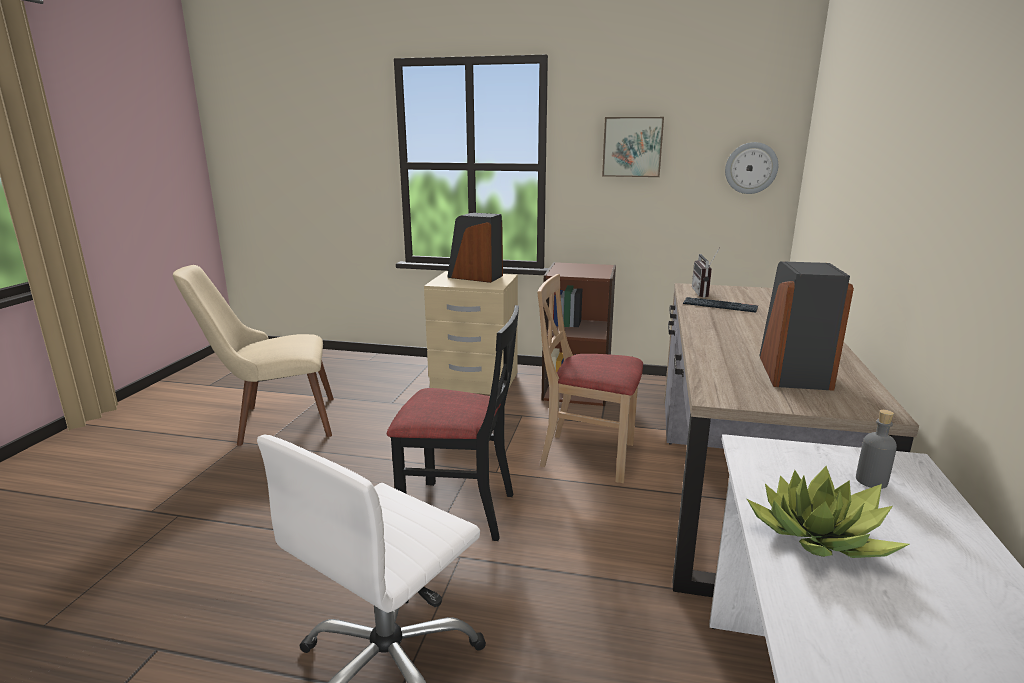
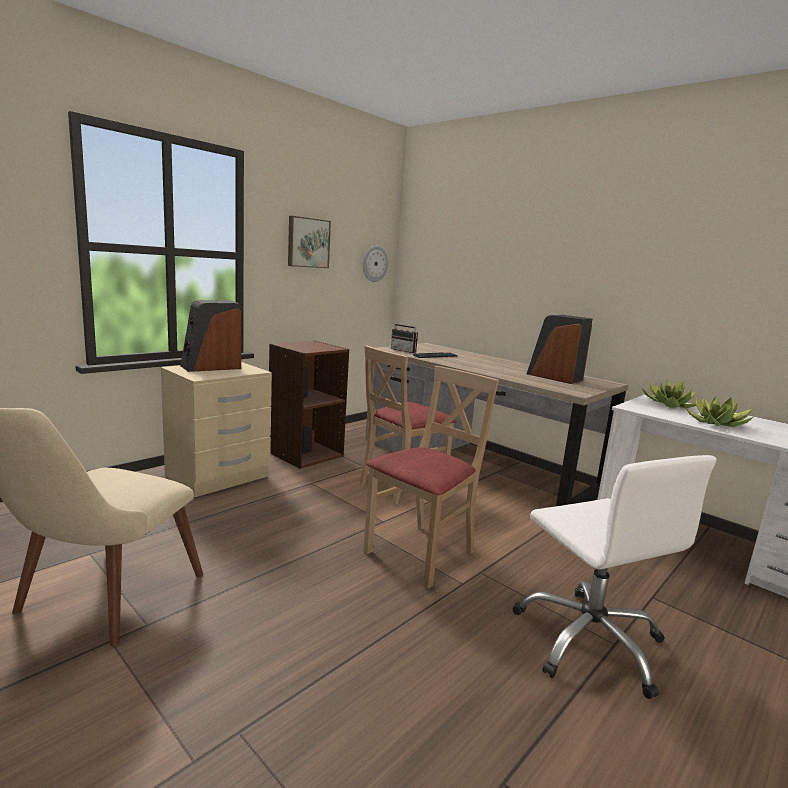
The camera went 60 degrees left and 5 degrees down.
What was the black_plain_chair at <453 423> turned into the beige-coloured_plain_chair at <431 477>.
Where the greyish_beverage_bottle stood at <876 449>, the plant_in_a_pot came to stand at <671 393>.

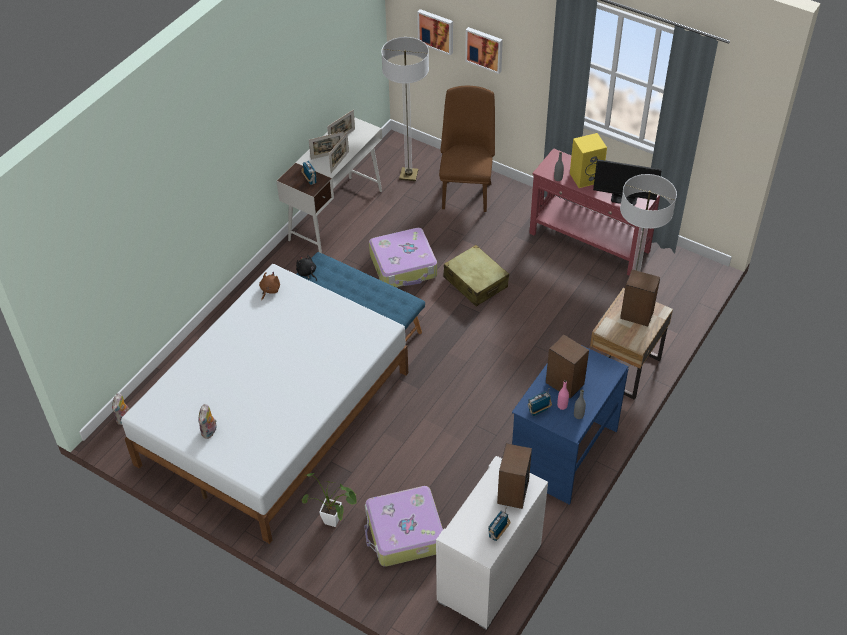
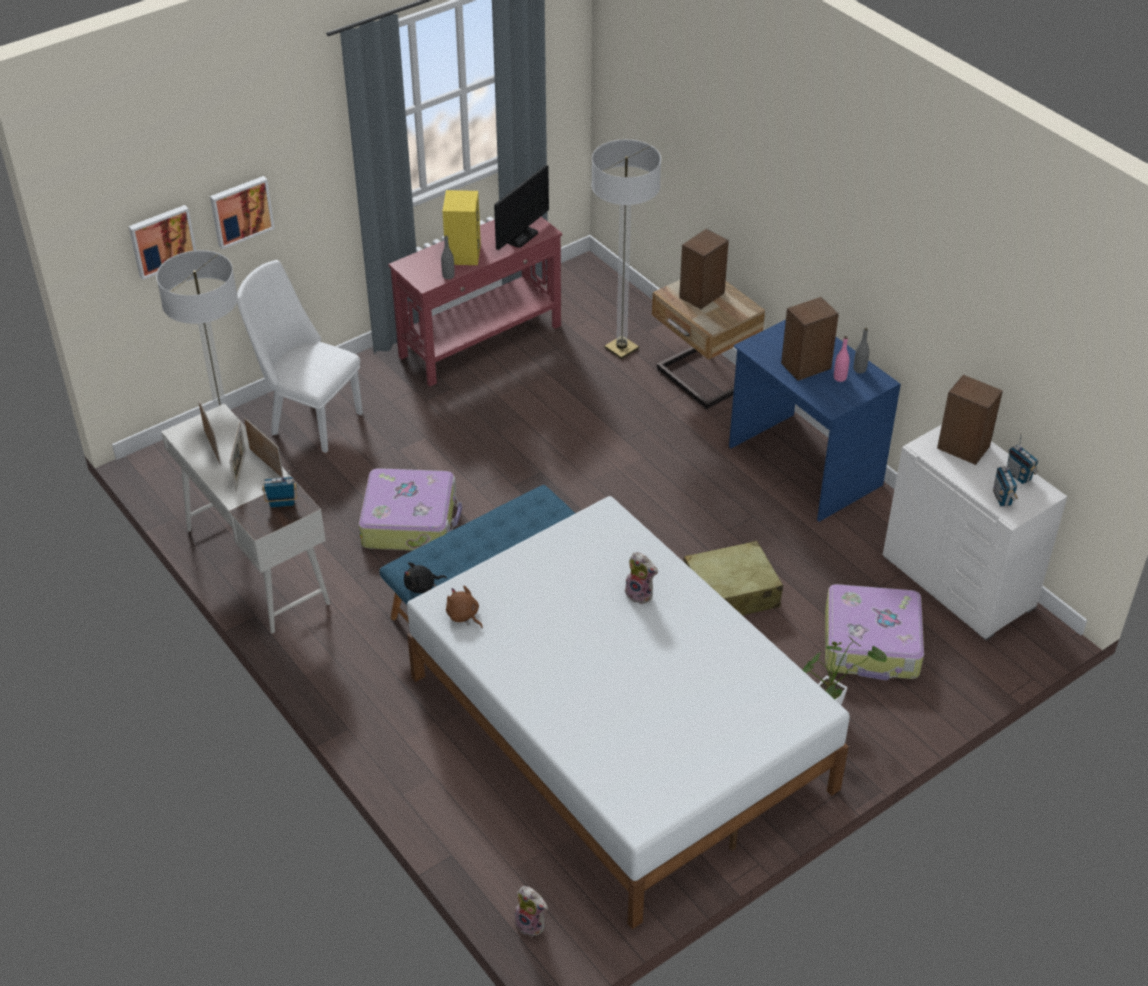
The camera went 70 degrees left and 5 degrees down.
The cuddly_toy ended up elsewhere, having gone from <207 421> to <641 578>.
What was the brown-coloured_plain_chair at <467 149> turned into the white-coloured_plain_chair at <300 356>.
The beige-coloured_piece_of_luggage ended up elsewhere, having gone from <476 276> to <733 577>.
The radio_set ended up elsewhere, having gone from <540 402> to <1005 481>.

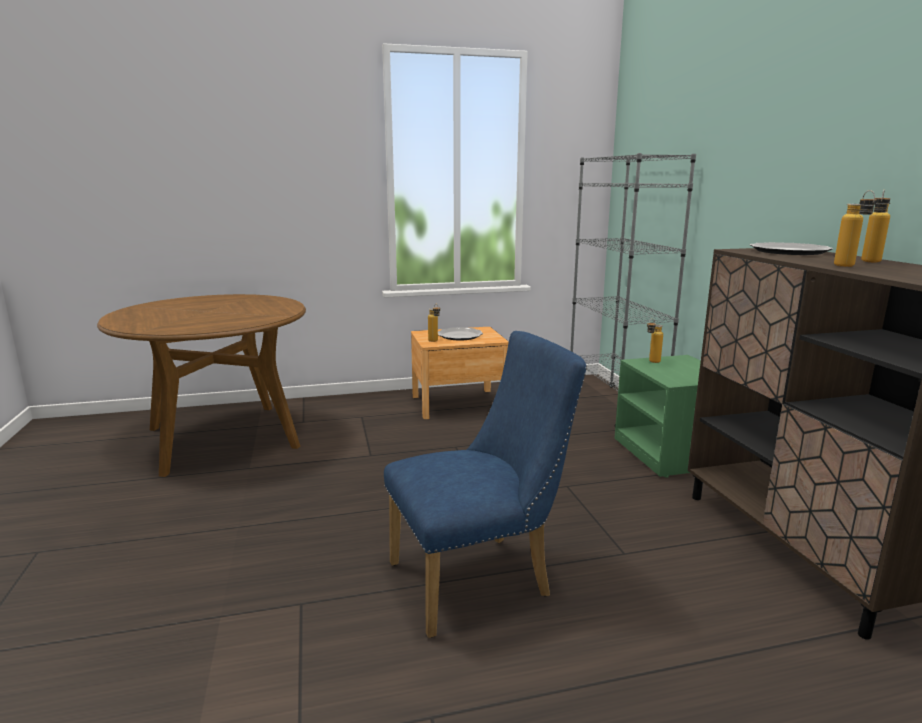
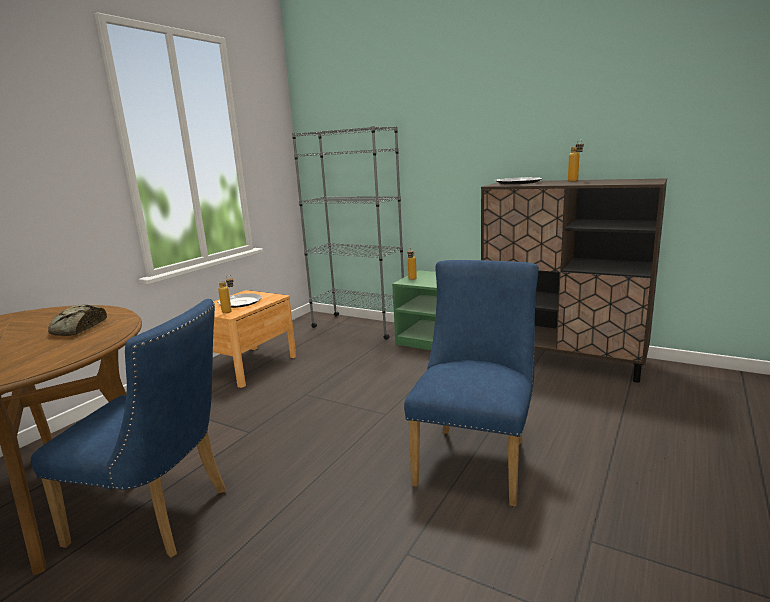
The camera went 45 degrees left and 0 degrees up.
The second view lost the beverage_bottle at <855 228>.
The second view gained the blue_plain_chair at <128 428>.
The second view gained the bakery_bread at <77 320>.

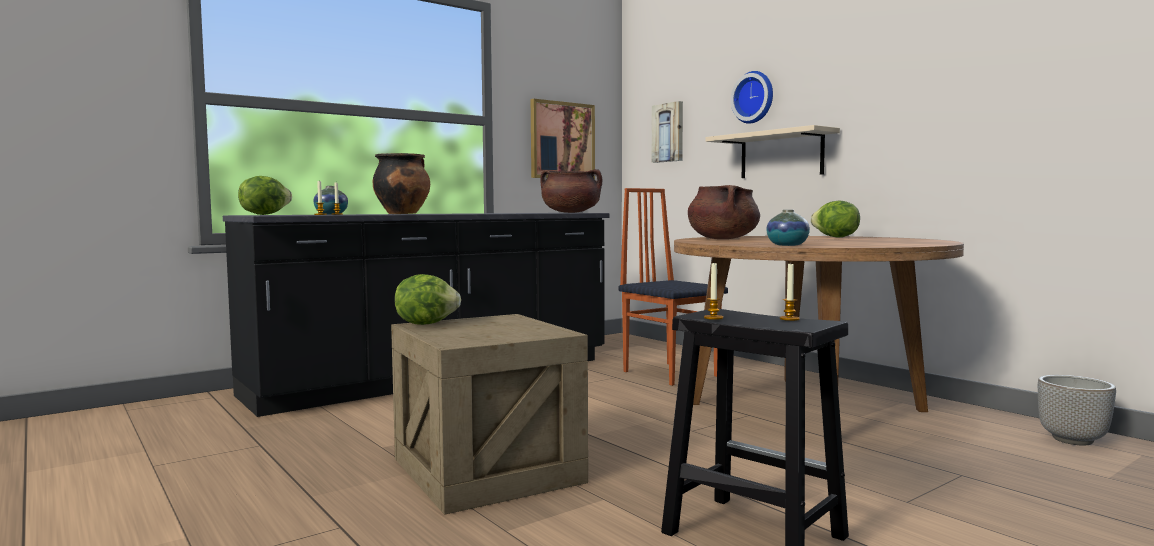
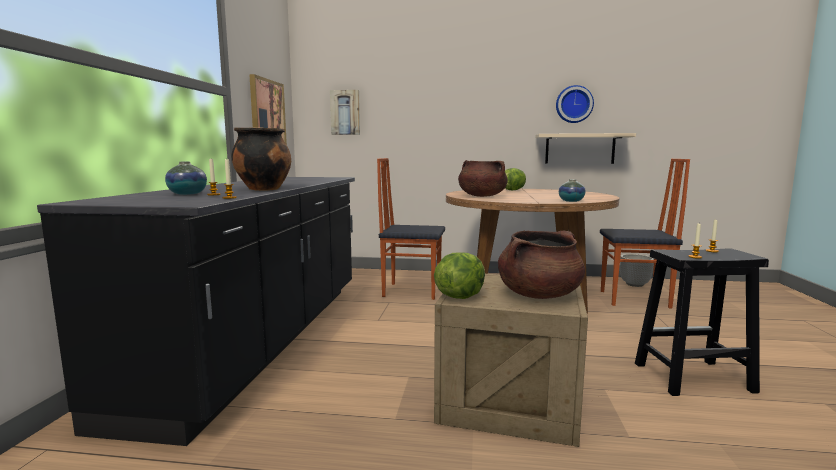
The camera went 45 degrees left and 5 degrees up.
The second view lost the head_of_lettuce at <265 195>.
The brown-coloured_cooking_pot ended up elsewhere, having gone from <571 191> to <541 265>.
The beige-coloured_shelf ended up elsewhere, having gone from <772 151> to <586 148>.
The hanging_clock ended up elsewhere, having gone from <752 97> to <575 104>.
The second view gained the plain_chair at <645 234>.

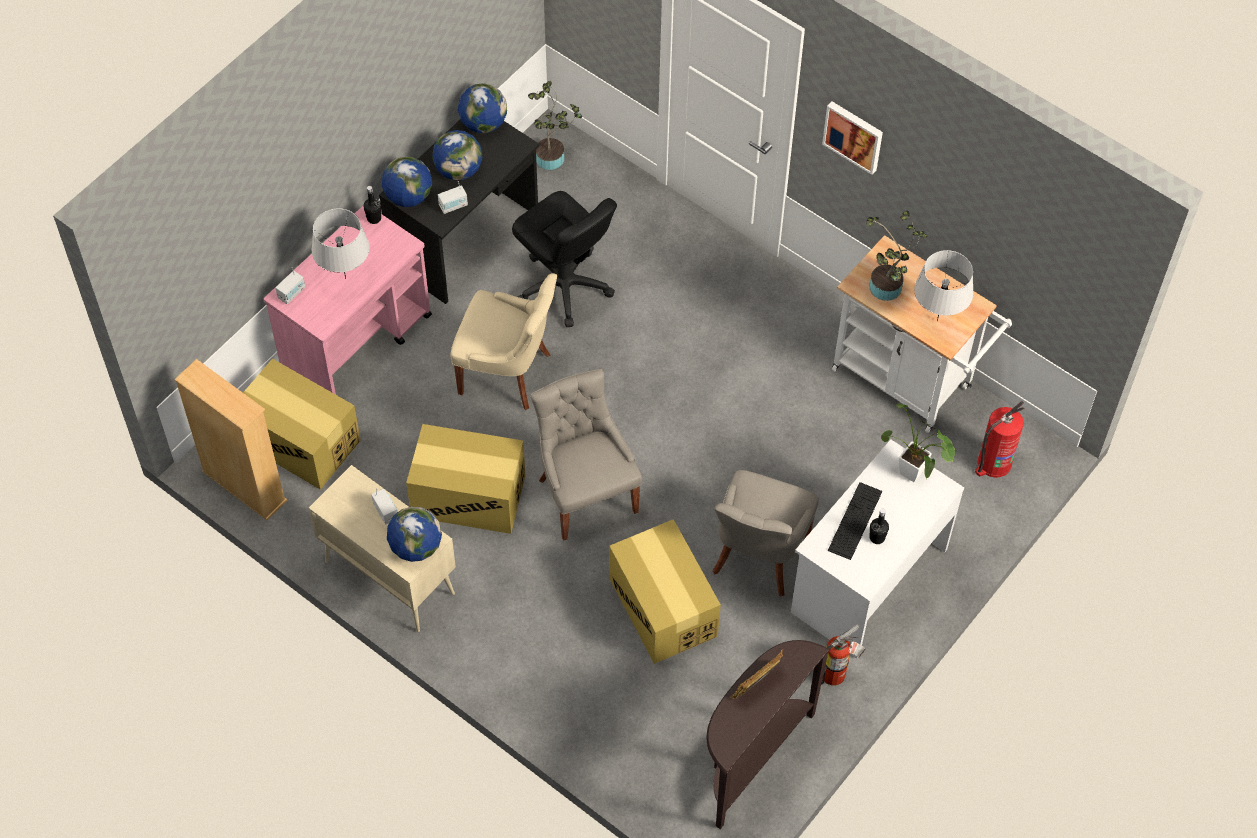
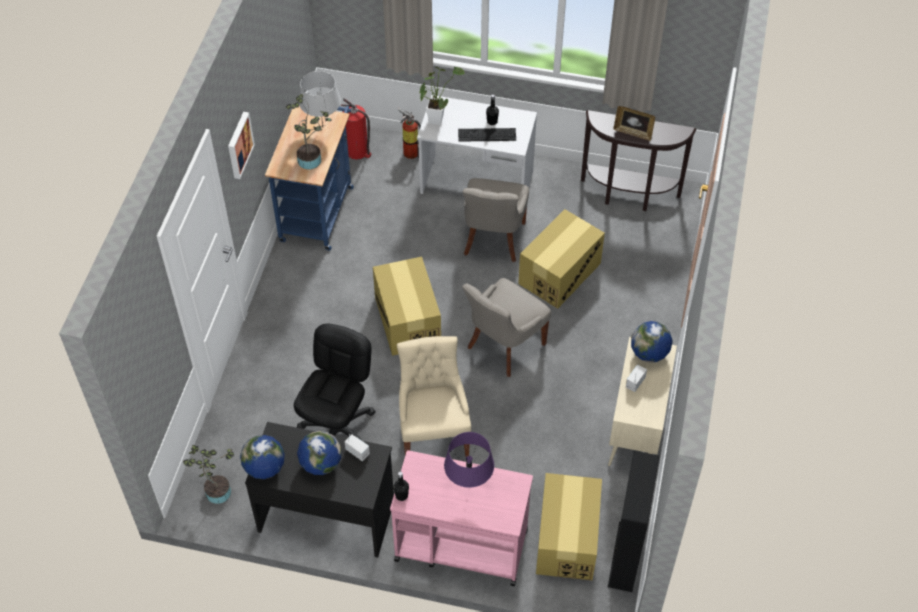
The camera went 115 degrees left and 5 degrees down.
What was the beige-coloured_bookcase at <230 439> turned into the black_bookcase at <633 521>.
The second view lost the radio_set at <290 285>.
What was the greyish_tabletop_lamp at <340 243> turned into the purple-coloured_tabletop_lamp at <469 460>.
The second view lost the world_globe at <407 181>.
The packing_box ended up elsewhere, having gone from <465 479> to <407 306>.
The greyish_plain_chair at <766 533> ended up facing another way, 105 degrees clockwise from before.
The fire_extinguisher ended up elsewhere, having gone from <843 654> to <409 133>.
What was the white-coloured_wheeled_cart at <922 334> turned into the blue_wheeled_cart at <309 178>.

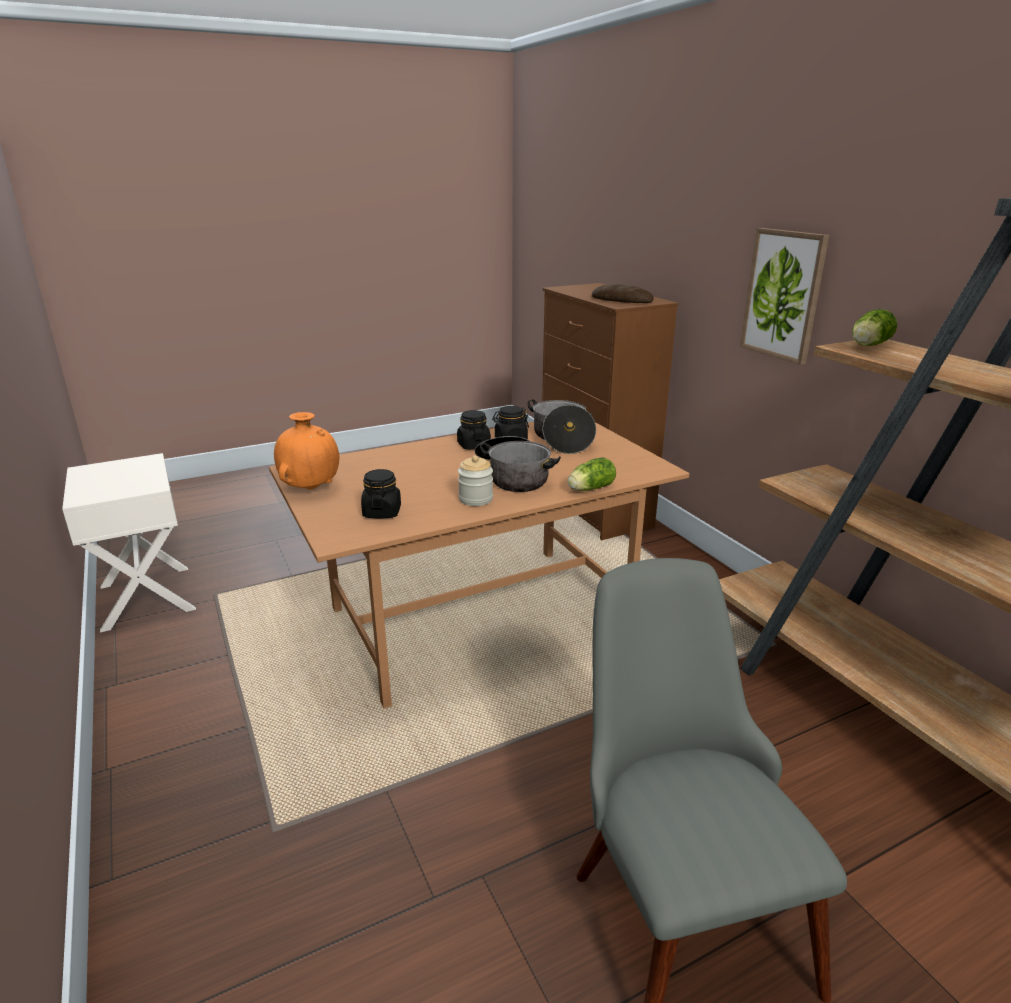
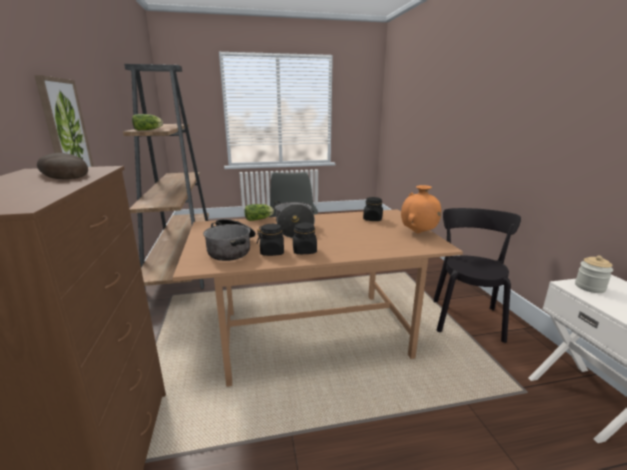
The camera went 165 degrees left and 5 degrees down.
The jar ended up elsewhere, having gone from <475 480> to <594 274>.
The second view gained the black_plain_chair at <477 275>.

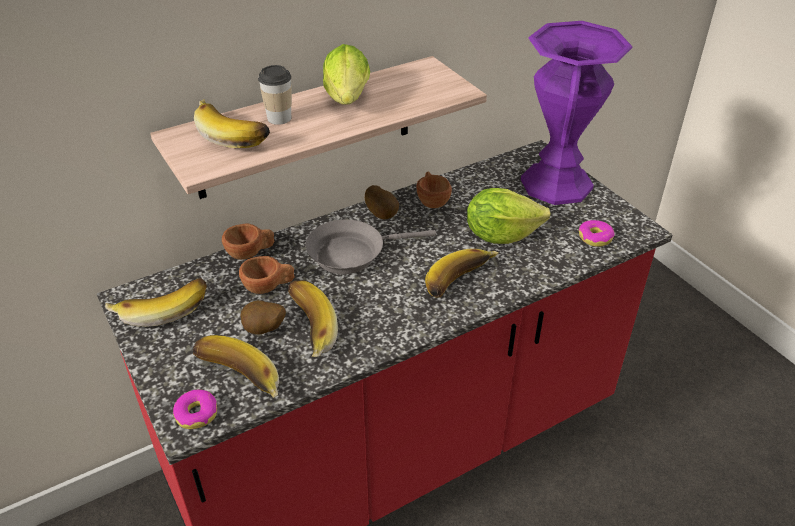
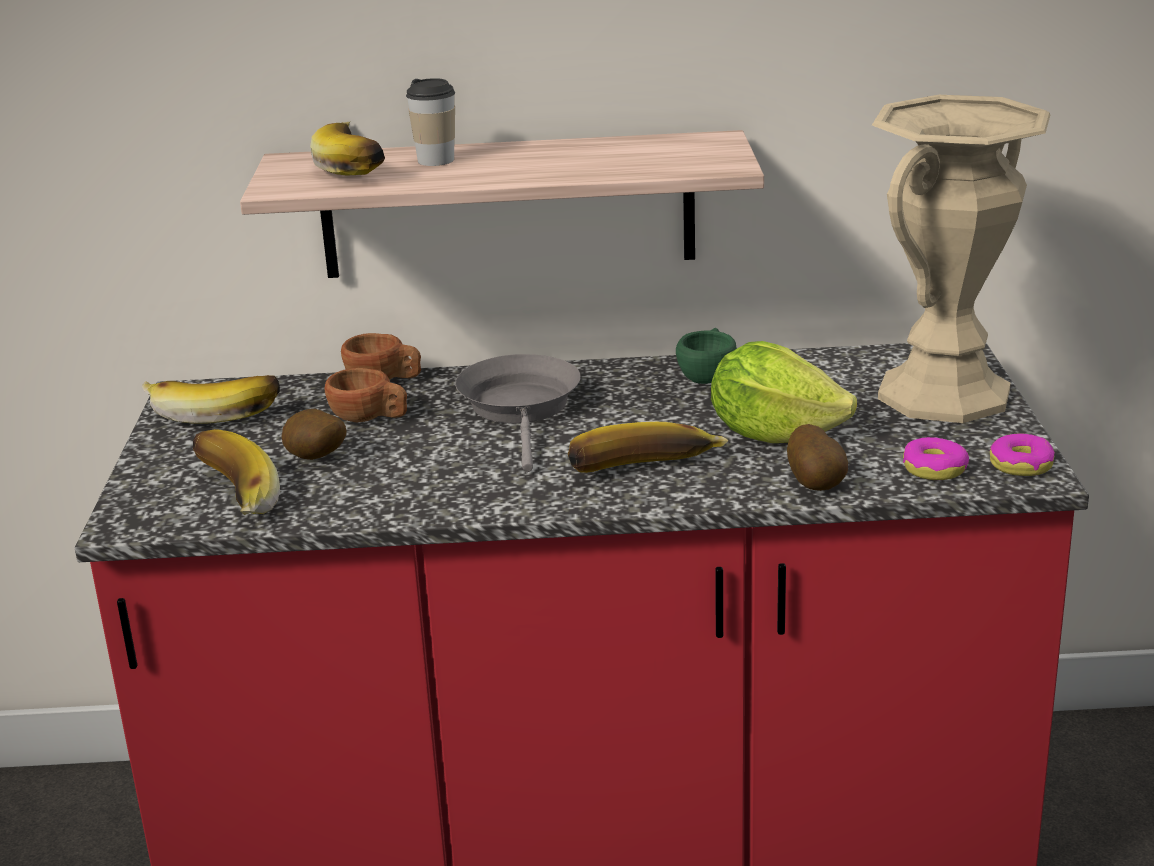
The camera went 30 degrees right and 15 degrees down.
The donut ended up elsewhere, having gone from <195 409> to <1022 454>.
The second view lost the banana at <313 318>.
The greyish_frying_pan at <370 247> ended up facing another way, 75 degrees clockwise from before.
The second view lost the head_of_lettuce at <346 74>.
The spud ended up elsewhere, having gone from <382 202> to <817 457>.
What was the brown-coloured_drinking_cup at <434 190> turned into the green-coloured_drinking_cup at <706 356>.
What was the purple-coloured_decorative_vase at <577 113> turned into the beige-coloured_decorative_vase at <961 259>.

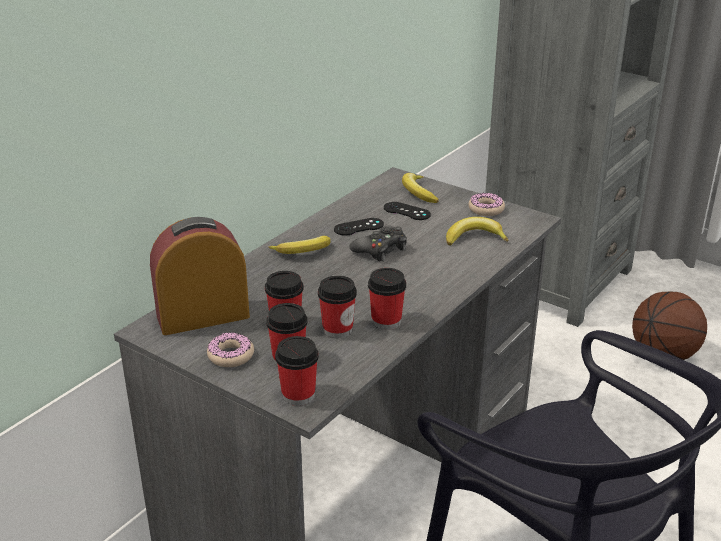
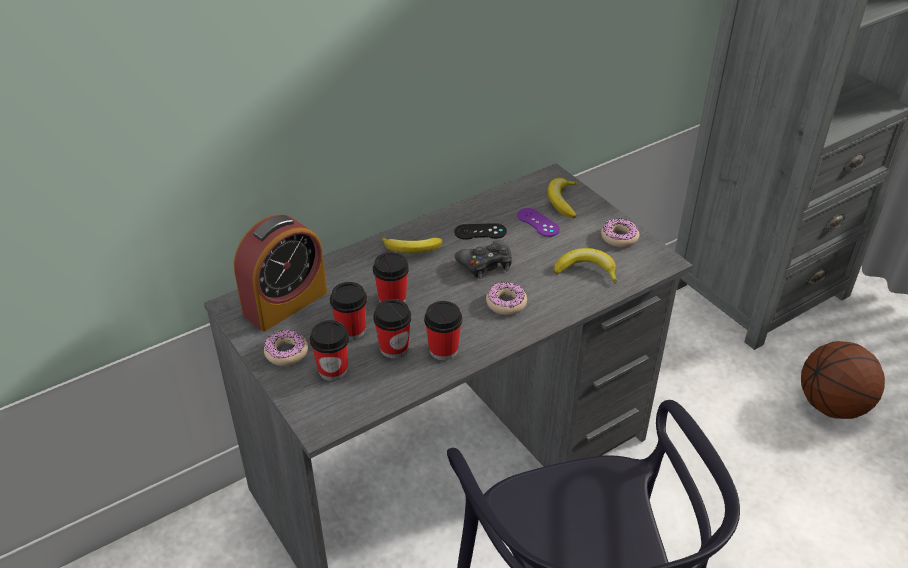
The camera went 20 degrees right and 10 degrees up.
The bedside_clock at <200 276> ended up facing another way, 135 degrees clockwise from before.
The drinking_cup ended up elsewhere, having gone from <297 371> to <391 277>.
What was the black_gamepad at <407 211> turned into the purple-coloured_gamepad at <538 222>.
The second view gained the donut at <506 298>.

